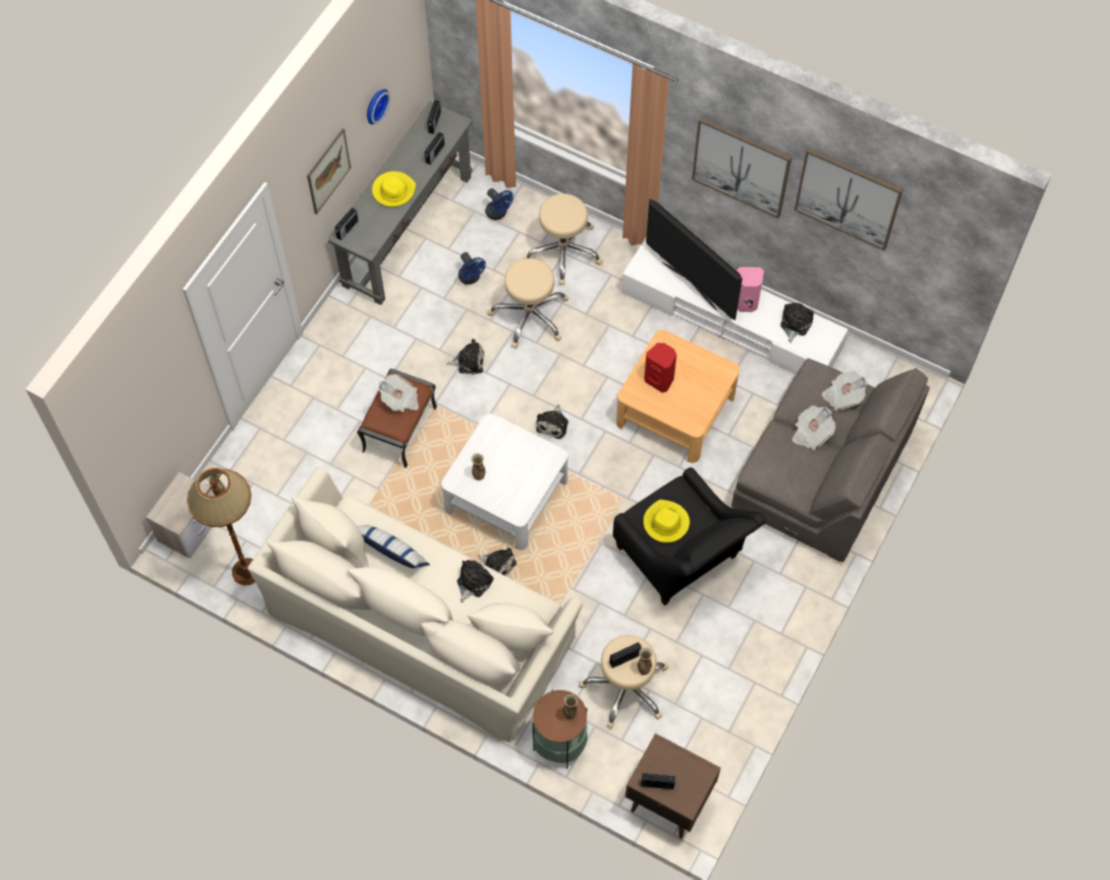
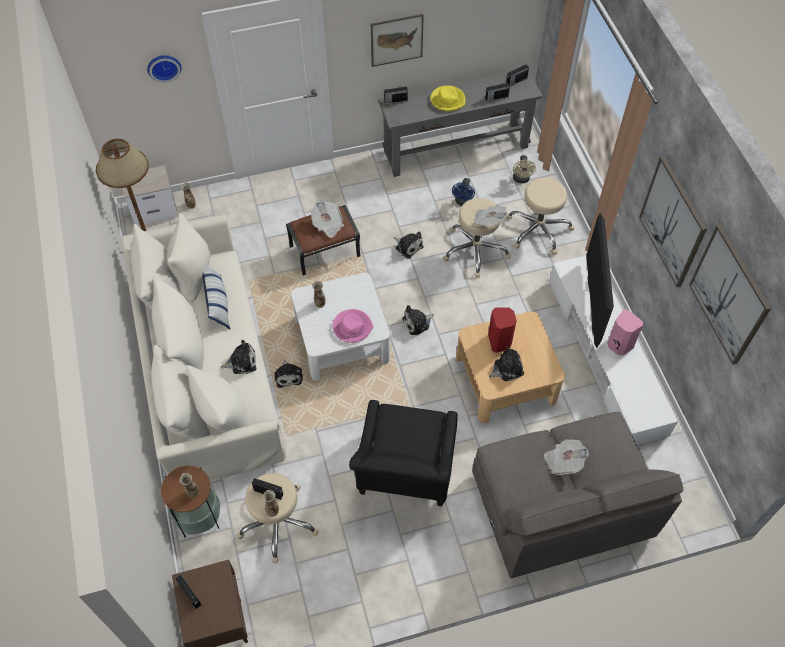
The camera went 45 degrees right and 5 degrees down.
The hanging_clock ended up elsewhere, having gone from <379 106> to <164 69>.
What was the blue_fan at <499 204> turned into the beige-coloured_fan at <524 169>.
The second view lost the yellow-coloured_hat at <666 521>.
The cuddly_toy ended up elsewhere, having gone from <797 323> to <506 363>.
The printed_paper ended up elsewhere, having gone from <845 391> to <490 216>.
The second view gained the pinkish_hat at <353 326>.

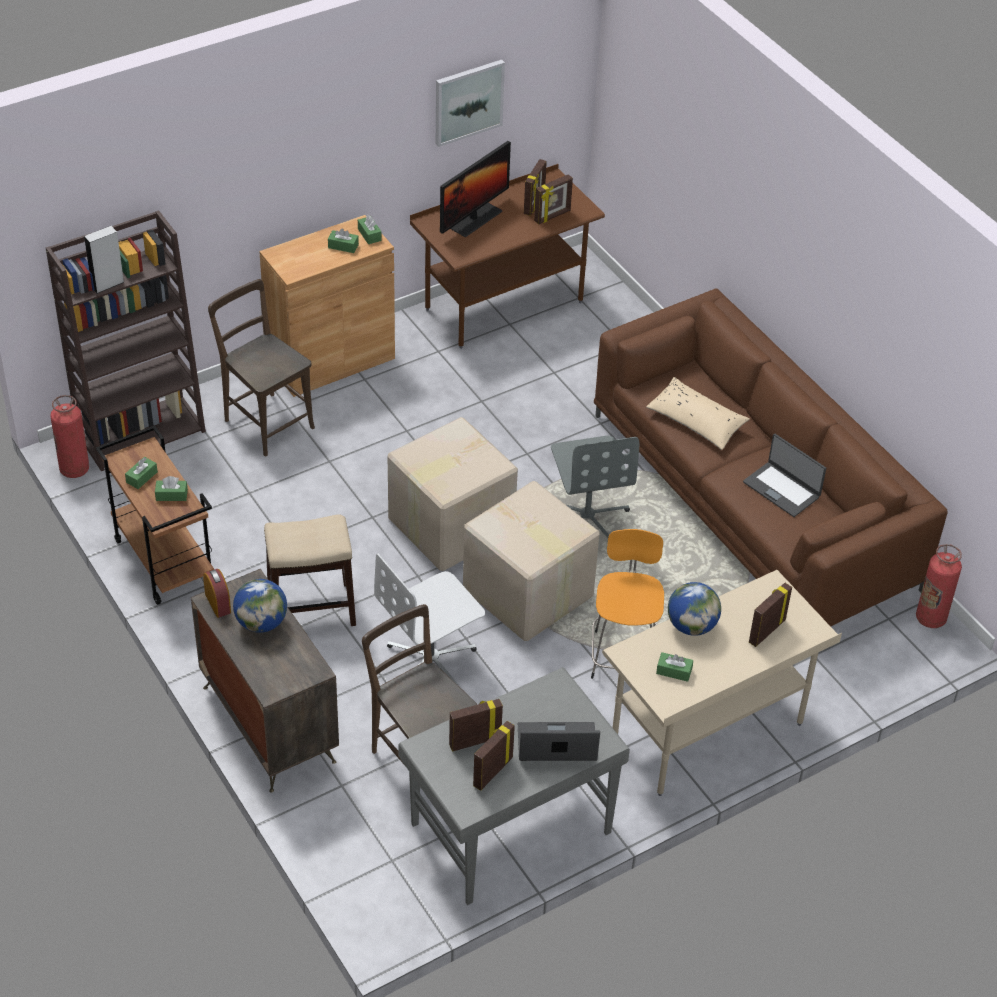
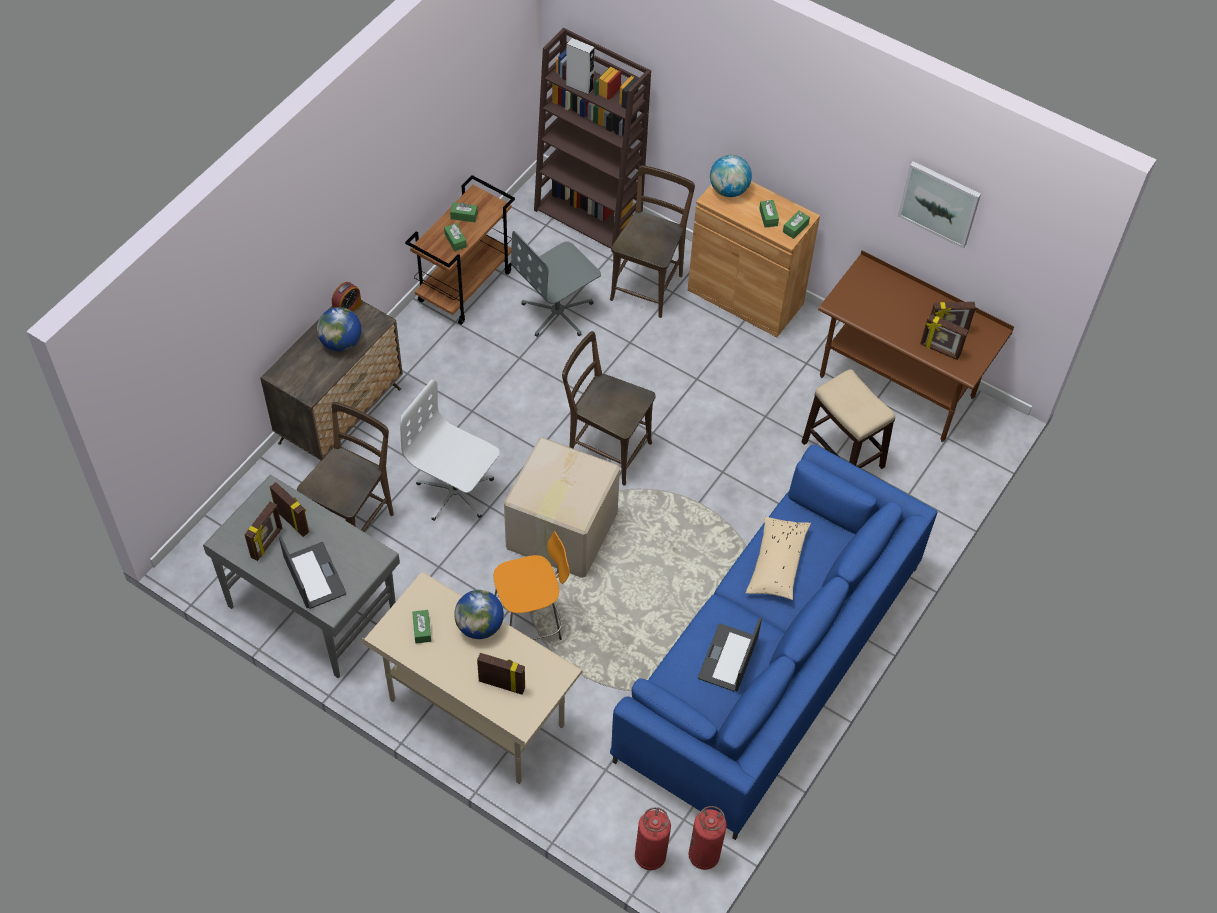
The camera went 65 degrees right and 10 degrees up.
The fire_extinguisher ended up elsewhere, having gone from <69 436> to <653 838>.
The sitting_stool ended up elsewhere, having gone from <310 570> to <848 419>.
Where the packing_box stood at <453 494>, the brown-coloured_plain_chair came to stand at <609 408>.
The second view lost the computer_display at <475 189>.
The photo_frame at <494 756> ended up facing another way, 105 degrees clockwise from before.
The greyish_office_chair ended up elsewhere, having gone from <595 487> to <556 284>.
What was the brown-coloured_couch at <771 457> turned into the blue_couch at <773 642>.
The second view gained the world_globe at <731 176>.

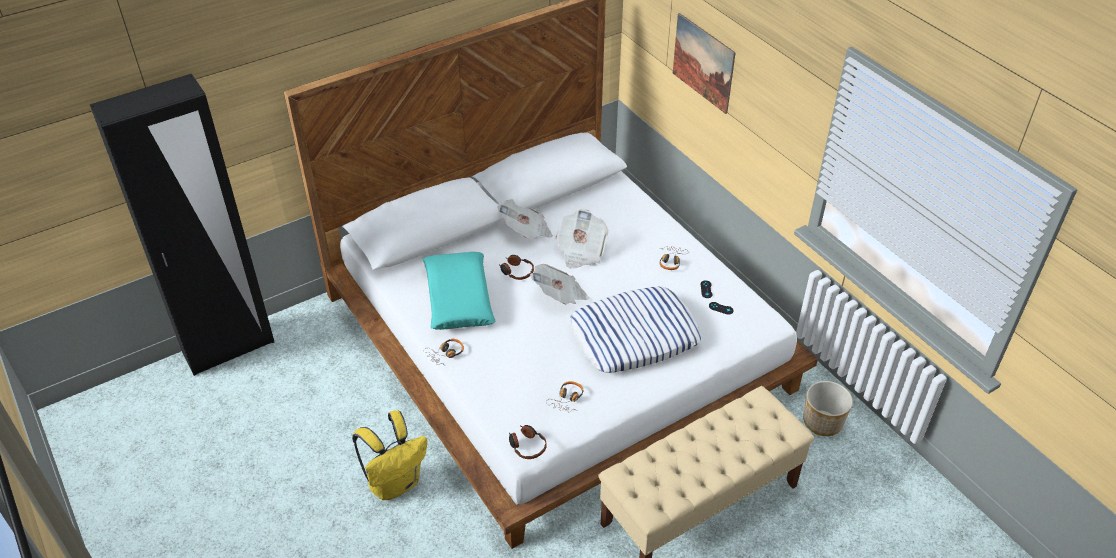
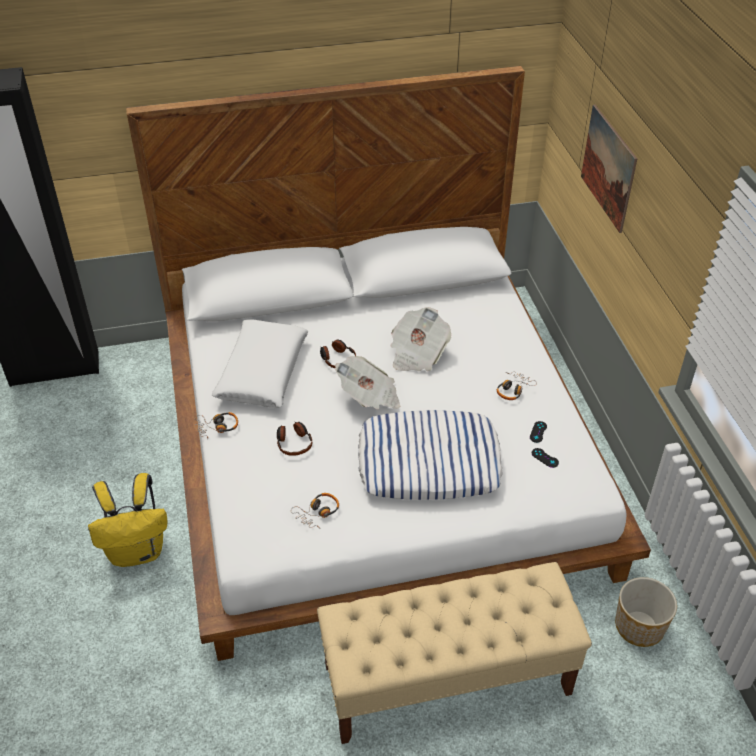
The camera went 20 degrees right and 0 degrees up.
What was the blue-green_cushion at <459 291> turned into the white-coloured_cushion at <260 363>.
The second view lost the printed_paper at <525 219>.
The headphones ended up elsewhere, having gone from <528 442> to <294 439>.

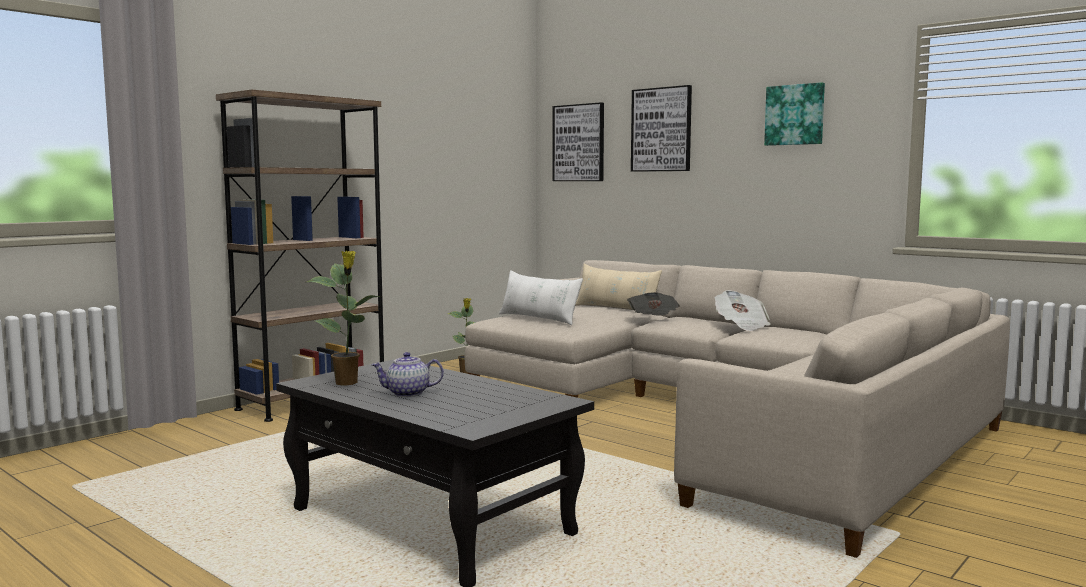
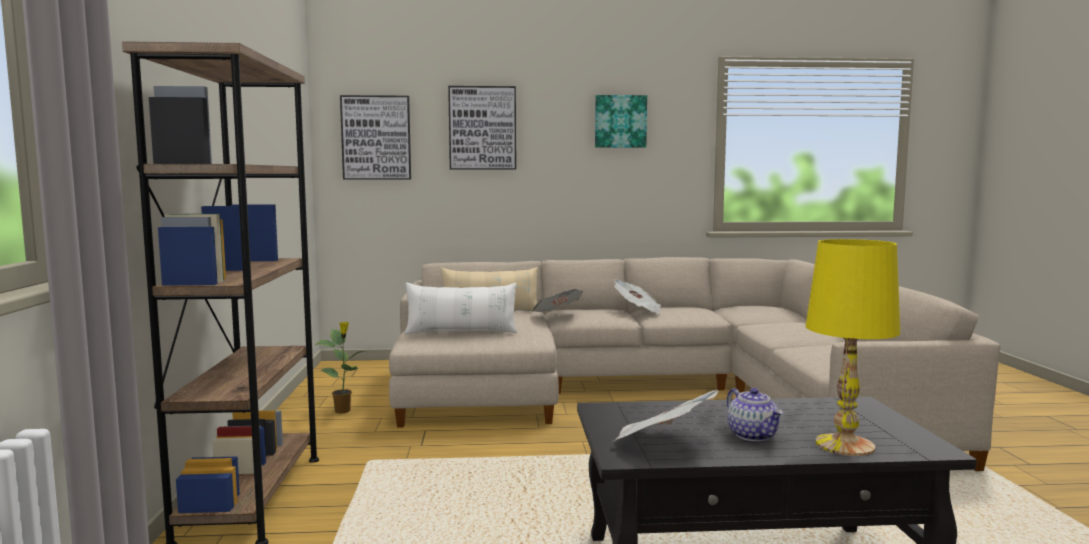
The camera went 45 degrees left and 0 degrees up.
Where the plant_in_a_pot stood at <344 317>, the printed_paper came to stand at <666 415>.
The pot_for_tea at <407 374> ended up facing another way, 60 degrees counterclockwise from before.
The second view gained the yellow-coloured_tabletop_lamp at <853 347>.

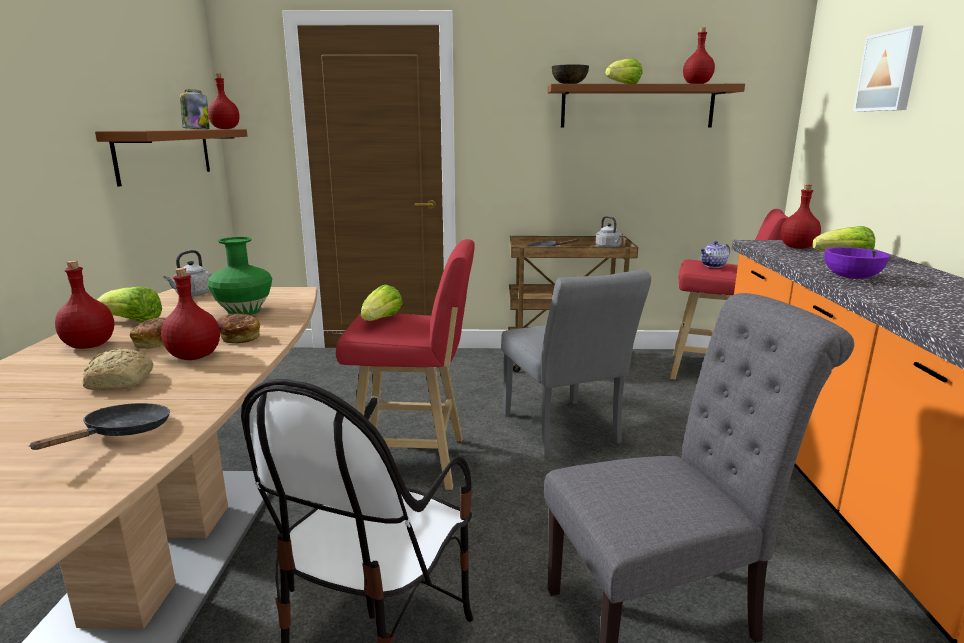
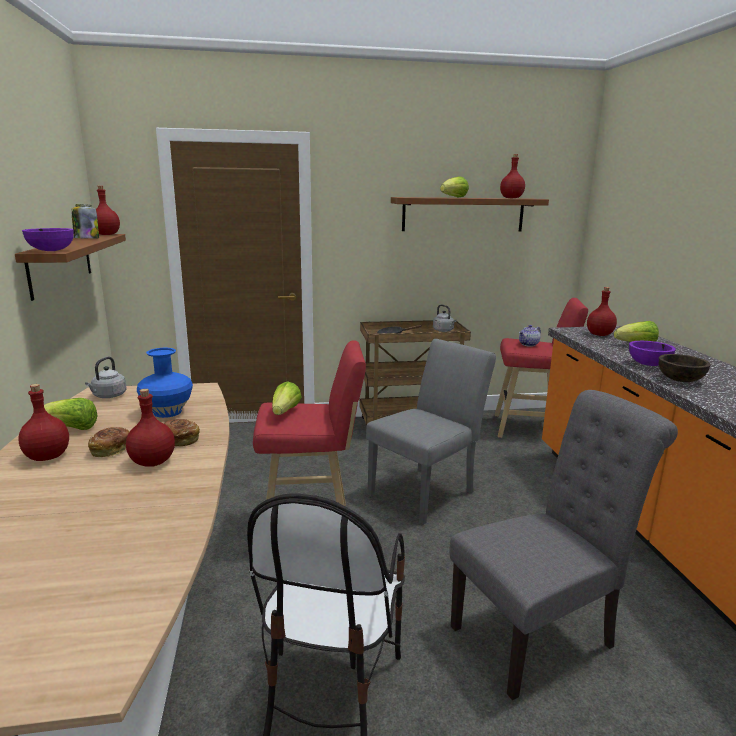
The camera went 10 degrees left and 0 degrees up.
The second view lost the black_frying_pan at <99 426>.
The second view lost the bakery_bread at <118 369>.
What was the green-coloured_decorative_vase at <239 276> turned into the blue_decorative_vase at <165 383>.
The greyish_plain_chair at <576 364> ended up facing another way, 105 degrees counterclockwise from before.
The brown-coloured_deep_dish ended up elsewhere, having gone from <570 74> to <685 368>.
The second view lost the wall_art at <888 69>.
The second view gained the purple-coloured_deep_dish at <48 239>.

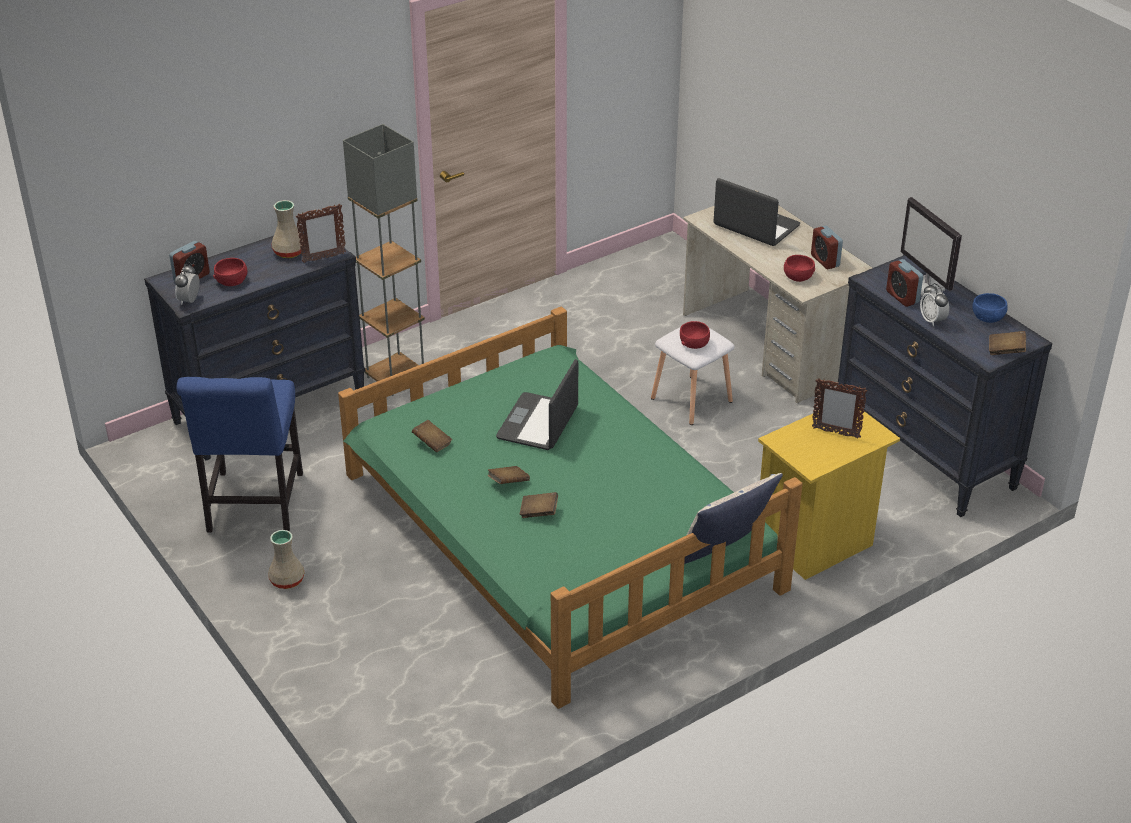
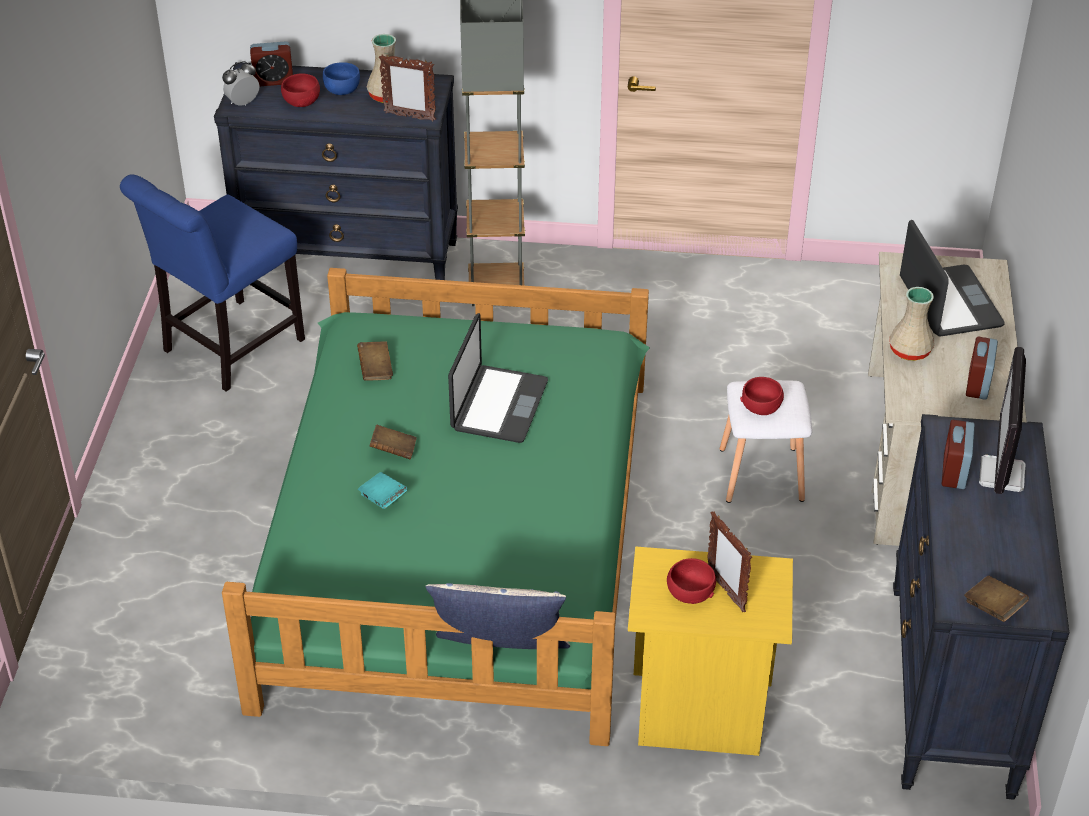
The camera went 40 degrees right and 5 degrees up.
The beige-coloured_decorative_vase ended up elsewhere, having gone from <286 559> to <911 324>.
The portable_computer at <537 404> ended up facing another way, 135 degrees clockwise from before.
What was the brown-coloured_bound_book at <539 505> turned into the blue-green_bound_book at <382 490>.
The red-coloured_deep_dish ended up elsewhere, having gone from <799 268> to <691 581>.
The second view lost the bedside_clock at <934 305>.
The blue_deep_dish ended up elsewhere, having gone from <990 308> to <341 78>.

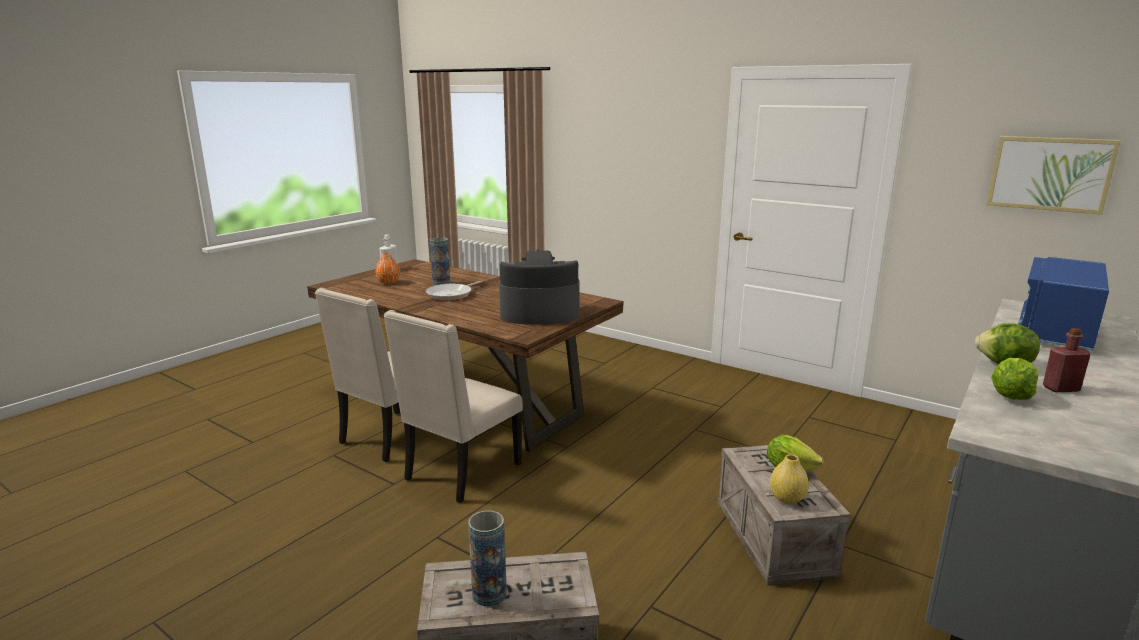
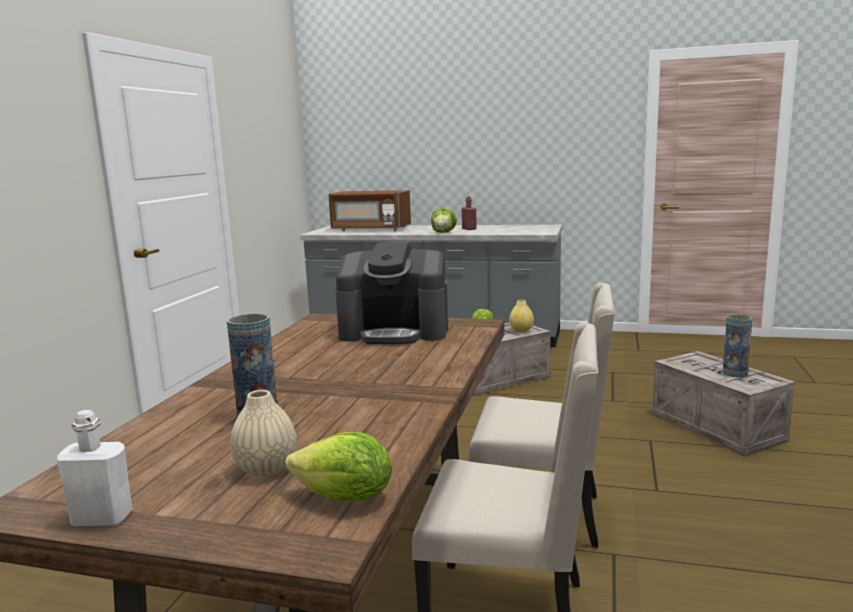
The camera went 110 degrees left and 5 degrees down.
What was the orange_decorative_vase at <388 268> turned into the beige-coloured_decorative_vase at <263 433>.
The second view lost the frying_pan at <454 290>.
The coffee_brewer at <539 287> ended up facing another way, 60 degrees counterclockwise from before.
The second view lost the wall_art at <1053 175>.
The head_of_lettuce ended up elsewhere, having gone from <1014 379> to <338 466>.
What was the blue_kitchen_microwave at <1063 304> turned into the brown-coloured_kitchen_microwave at <370 210>.

